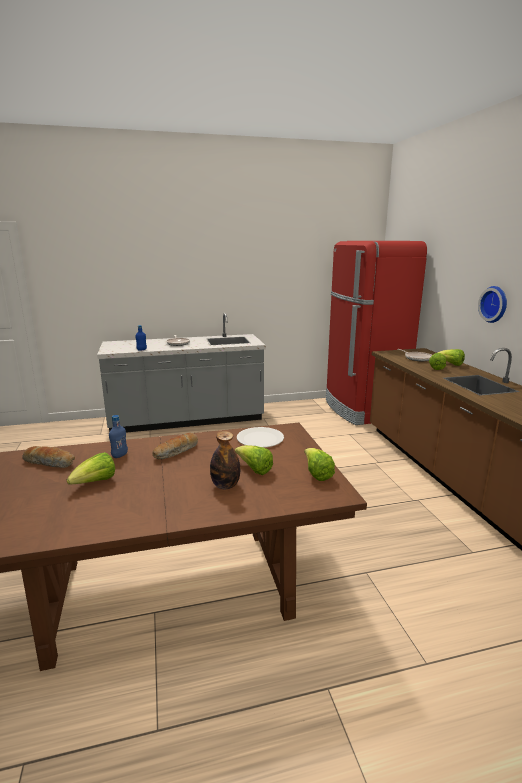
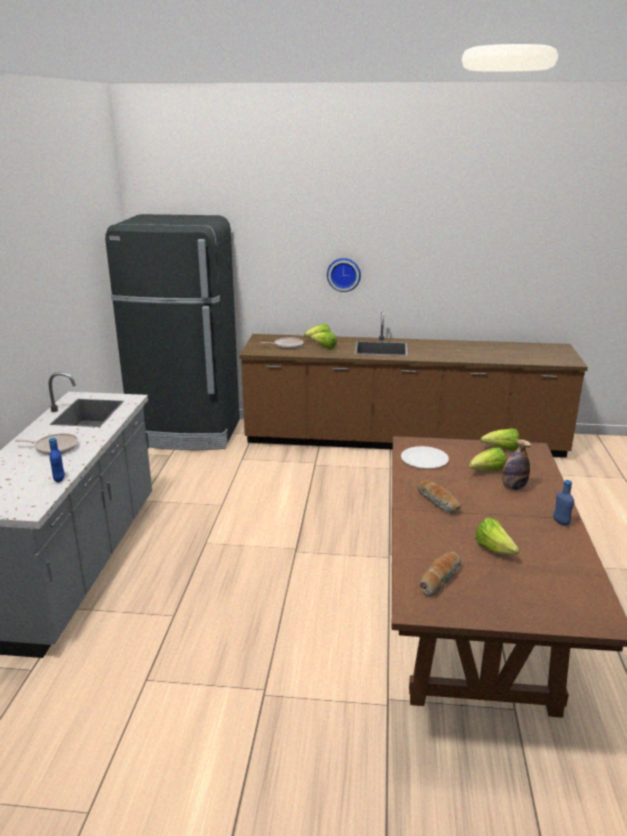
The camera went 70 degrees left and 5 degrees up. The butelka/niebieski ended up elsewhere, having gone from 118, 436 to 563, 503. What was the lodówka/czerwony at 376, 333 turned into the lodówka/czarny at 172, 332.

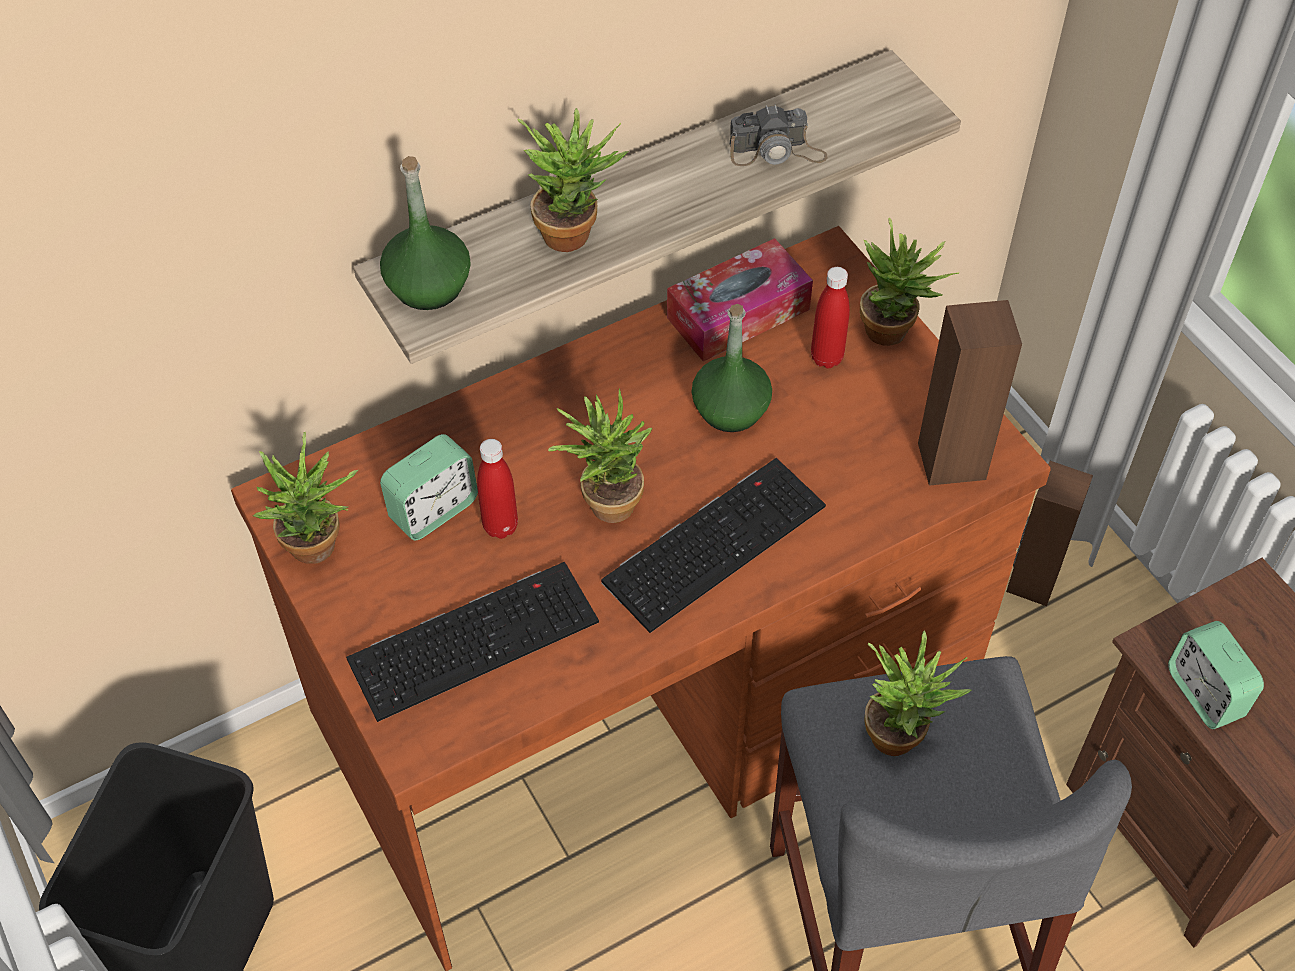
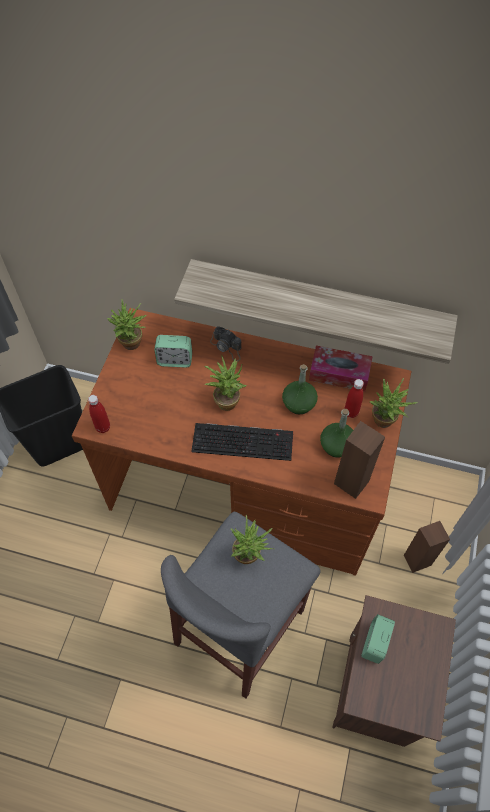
The camera went 45 degrees right and 5 degrees up. The second view lost the klawiatura at 472, 642. The butelka/zielony ended up elsewhere, having gone from 425, 233 to 336, 433. The butelka/czerwony ended up elsewhere, having gone from 497, 489 to 99, 414. The second view lost the roślina doniczkowa at 573, 180. The aparat fotograficzny ended up elsewhere, having gone from 779, 135 to 226, 343.

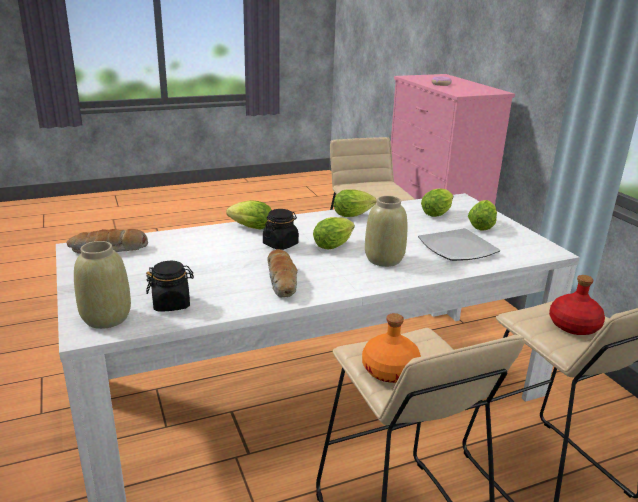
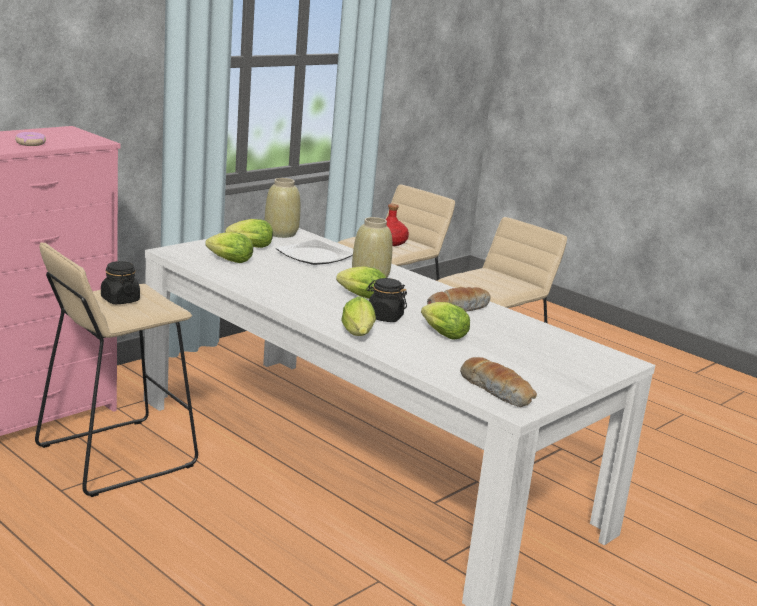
The camera went 115 degrees left and 5 degrees down. The wazon/beżowy ended up elsewhere, having gone from 102, 285 to 282, 208. The słoik/czarny ended up elsewhere, having gone from 170, 286 to 120, 282. The sałata ended up elsewhere, having gone from 355, 203 to 445, 320. The second view lost the butelka/pomarańczowy at 391, 348.

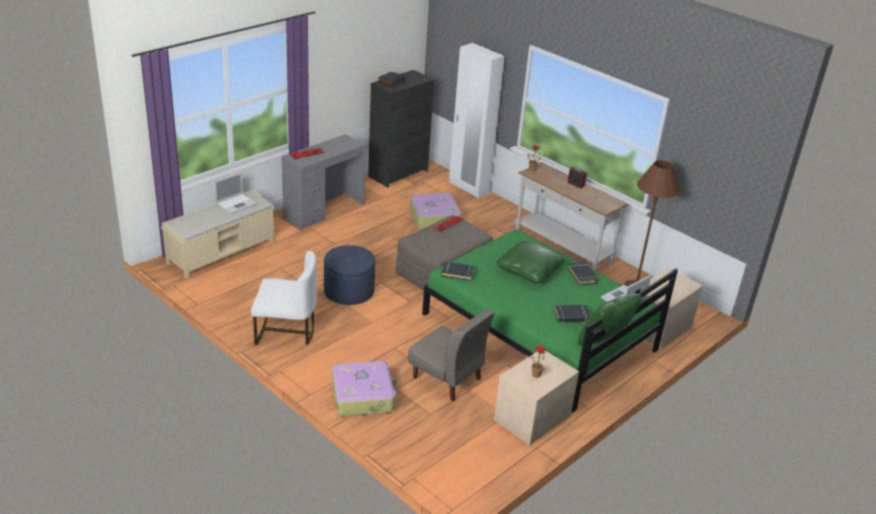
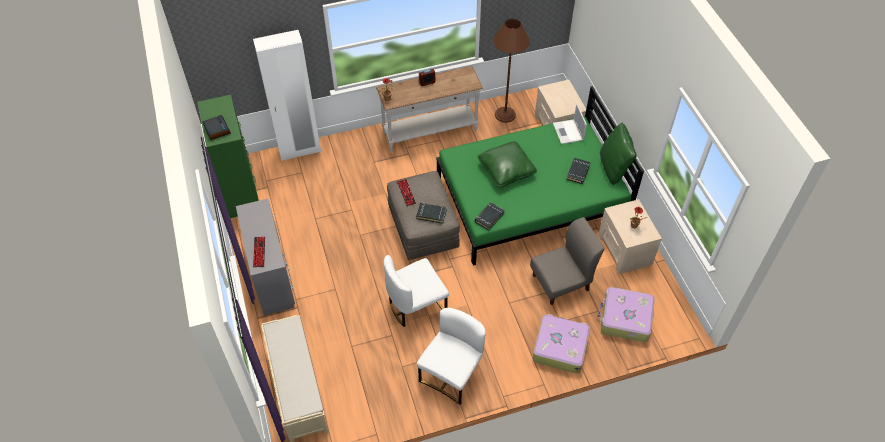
The camera went 60 degrees left and 20 degrees up. The second view lost the laptop at 235, 193. Where the pufa/niebieski stood at 349, 275, the krzesło/biały came to stand at 416, 291. What was the komoda/czarny at 401, 129 turned into the komoda/zielony at 228, 156. The walizka ended up elsewhere, having gone from 435, 211 to 626, 314. The książka/czarny ended up elsewhere, having gone from 583, 273 to 431, 213.

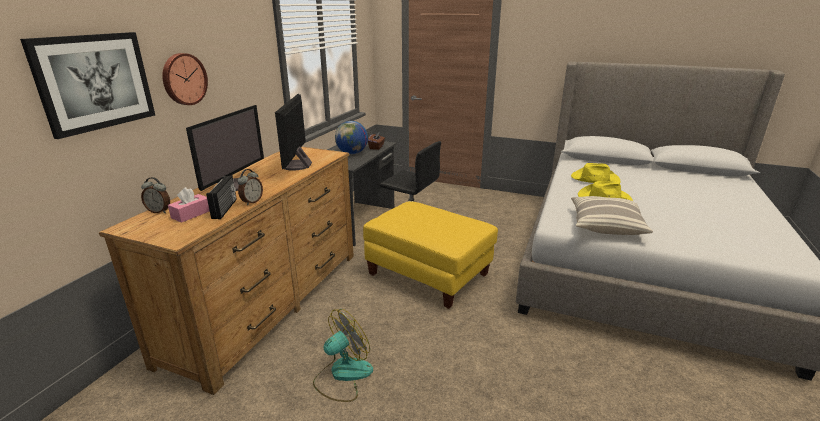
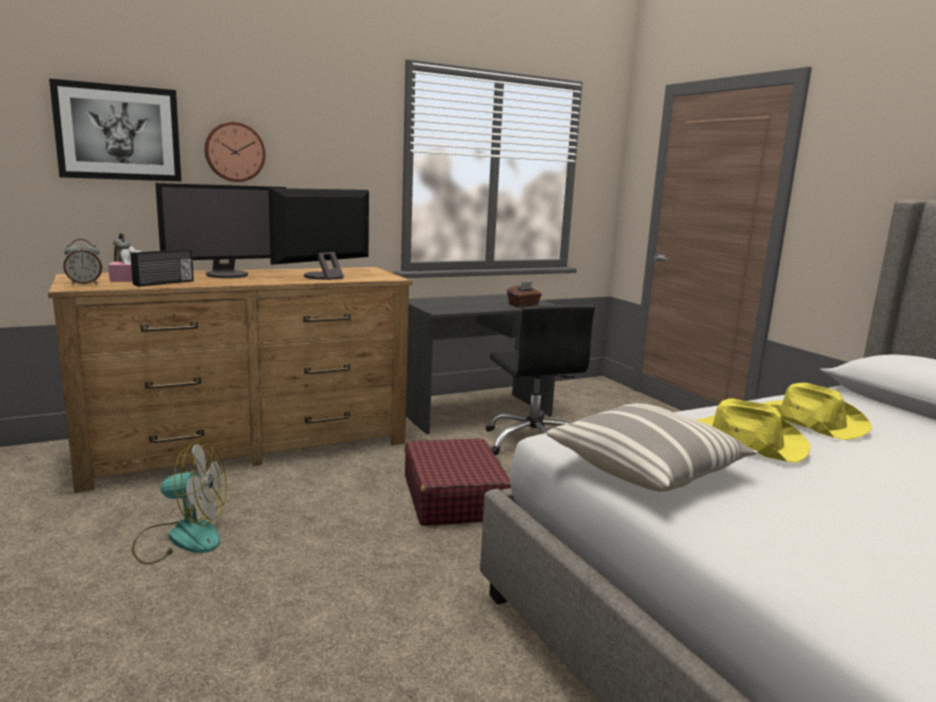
The camera went 40 degrees right and 10 degrees down. The budzik ended up elsewhere, having gone from 250, 187 to 82, 261. The second view lost the globus at 351, 137. Where the pufa/żółty stood at 430, 255, the walizka/czerwony came to stand at 458, 482.

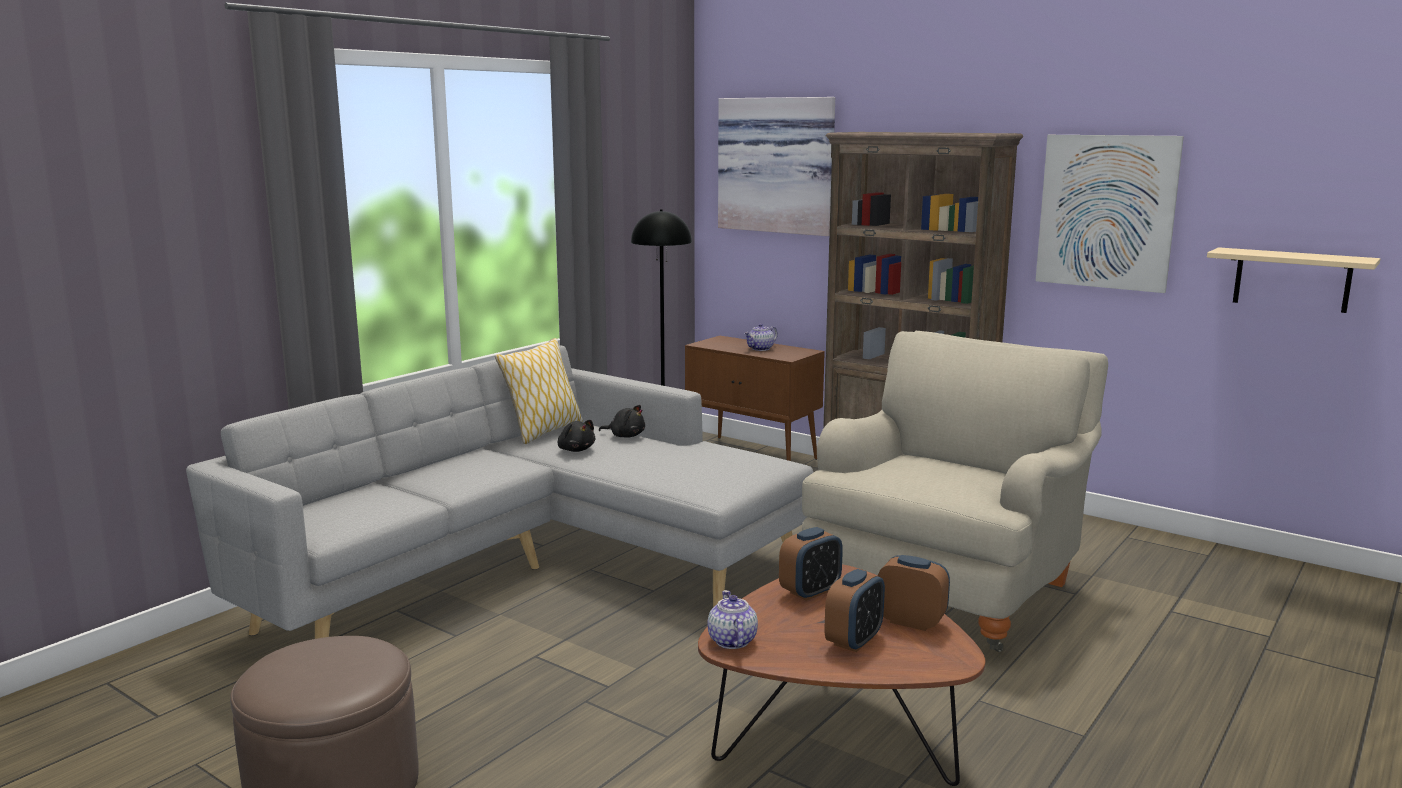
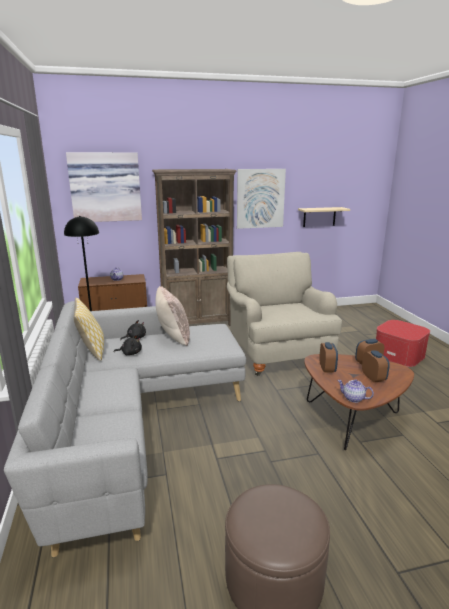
The camera went 50 degrees left and 5 degrees up. The second view gained the poduszka/beżowy at 173, 316. The second view gained the pufa at 403, 343.

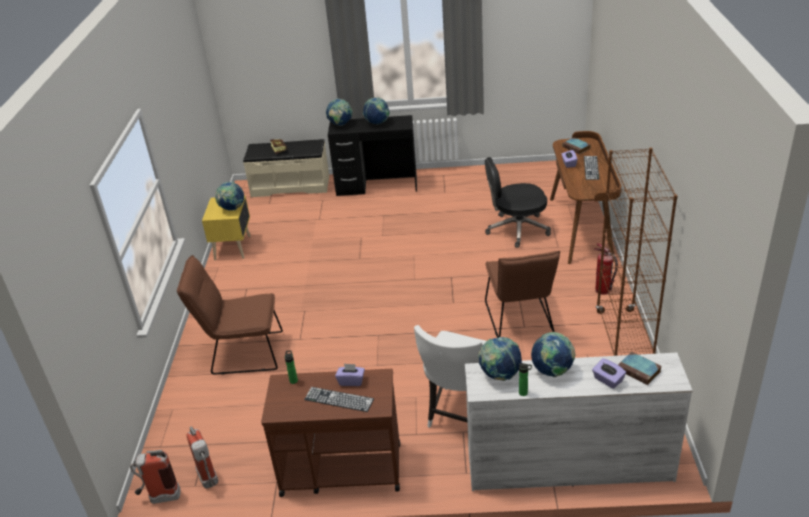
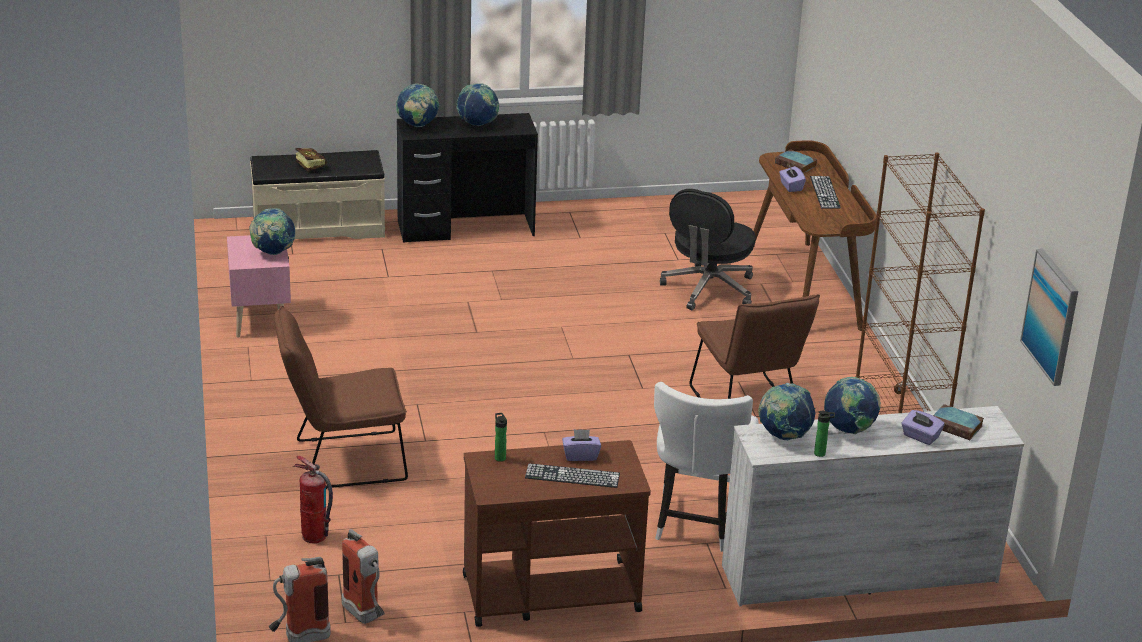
The camera went 15 degrees left and 5 degrees down. What was the szafka nocna/żółty at 226, 228 turned into the szafka nocna/różowy at 259, 286. The krzesło biurowe/czarny at 518, 202 ended up facing another way, 45 degrees counterclockwise from before. The gaśnica ended up elsewhere, having gone from 606, 269 to 313, 499. The second view gained the obraz at 1049, 317.

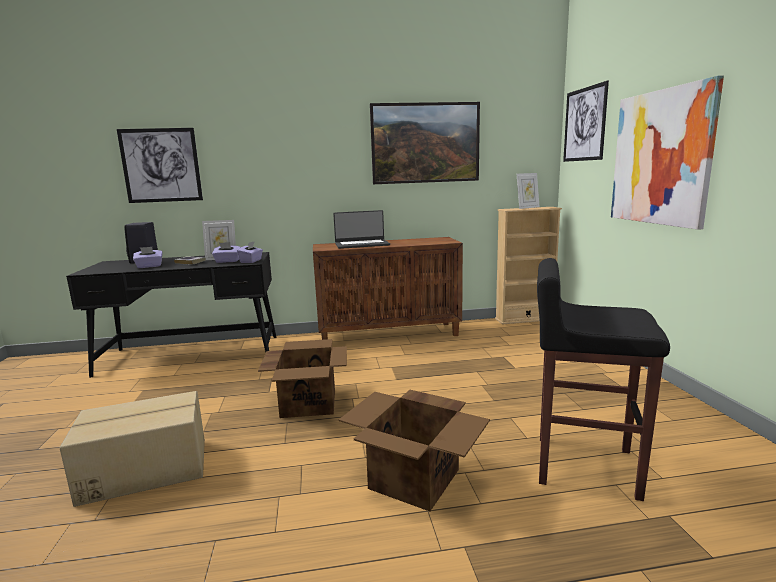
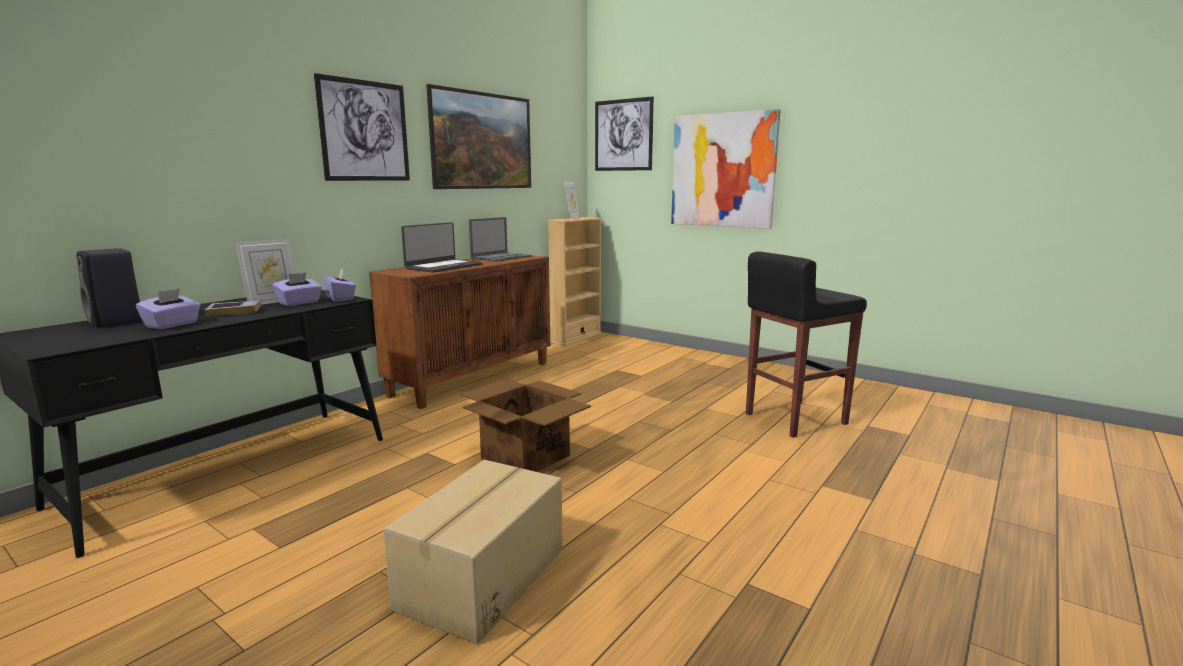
The camera went 45 degrees left and 0 degrees up. The obraz ended up elsewhere, having gone from 160, 165 to 362, 127. The second view lost the karton at 414, 450. The second view gained the laptop at 500, 239.

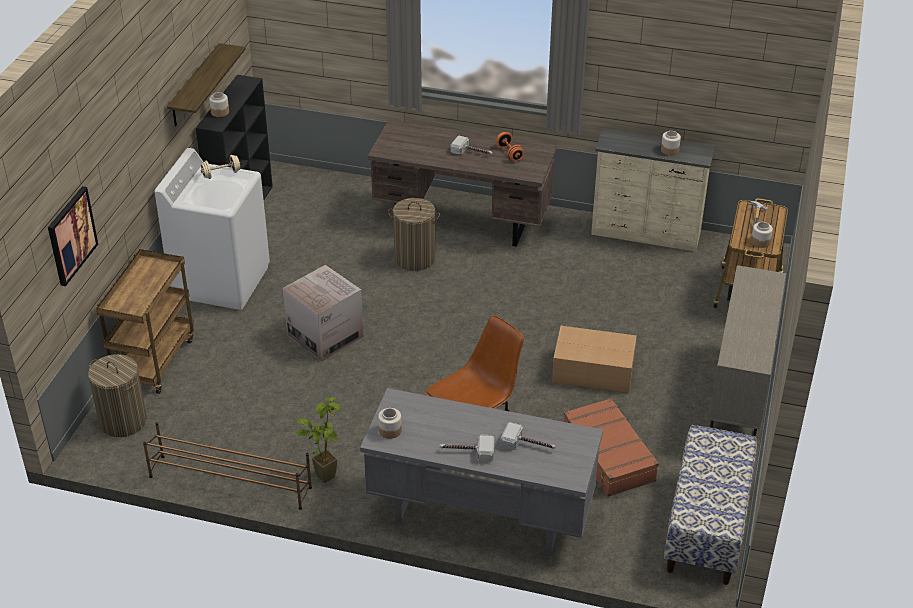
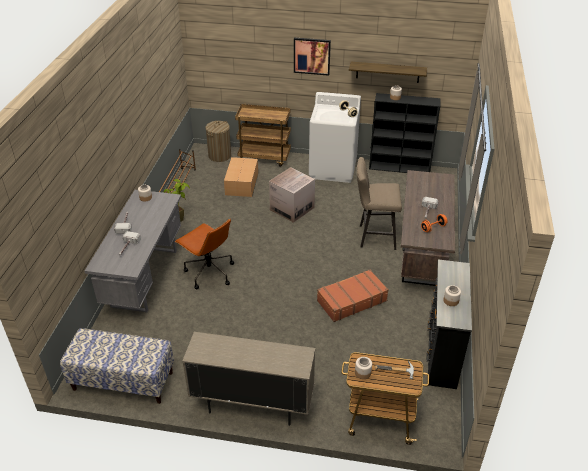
The camera went 85 degrees right and 0 degrees up. The obraz ended up elsewhere, having gone from 73, 236 to 312, 56. Where the kosz na pranie stood at 414, 234, the stołek/beżowy came to stand at 379, 203. The karton ended up elsewhere, having gone from 594, 359 to 241, 177. The walizka/brązowy ended up elsewhere, having gone from 611, 447 to 353, 296. What was the komoda/beżowy at 653, 190 turned into the komoda/czarny at 449, 324.

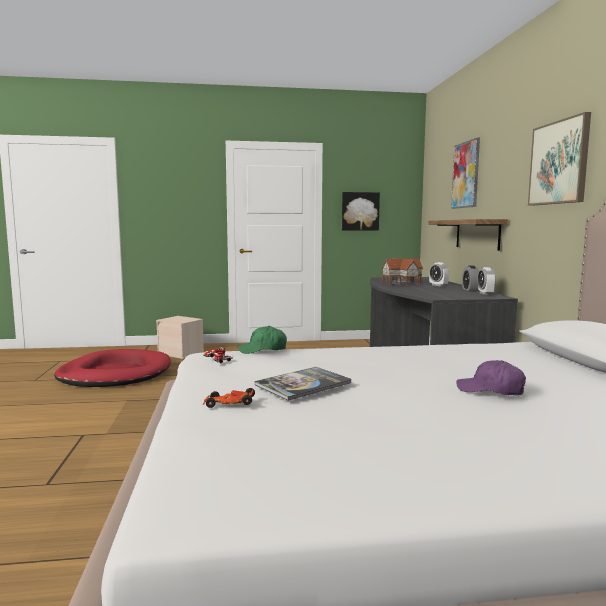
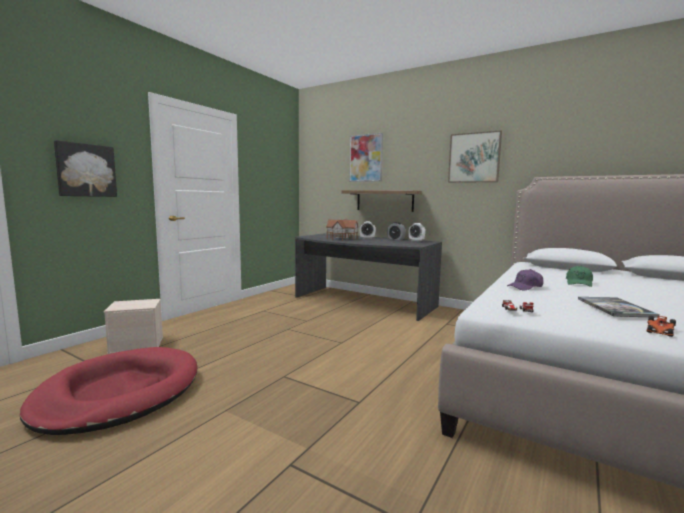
The camera went 50 degrees left and 0 degrees up. The czapka z daszkiem/zielony ended up elsewhere, having gone from 262, 340 to 579, 276. The obraz ended up elsewhere, having gone from 361, 211 to 85, 168. The czapka z daszkiem/fioletowy ended up elsewhere, having gone from 491, 377 to 525, 279.

